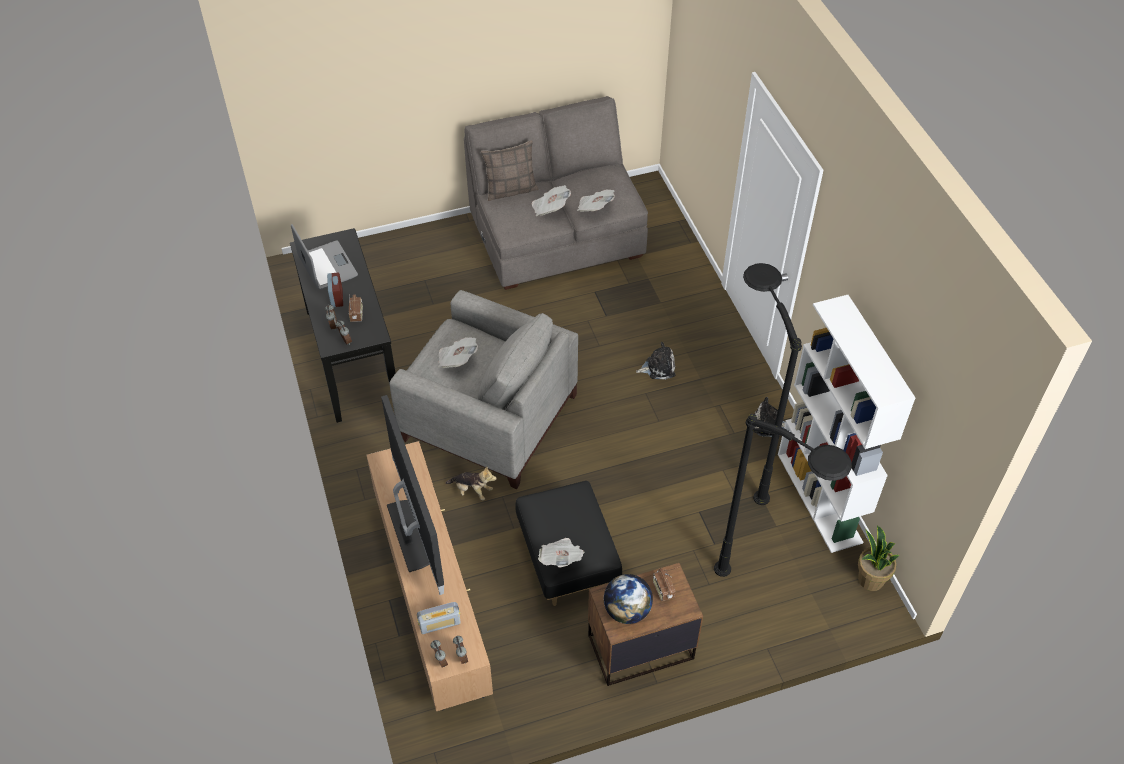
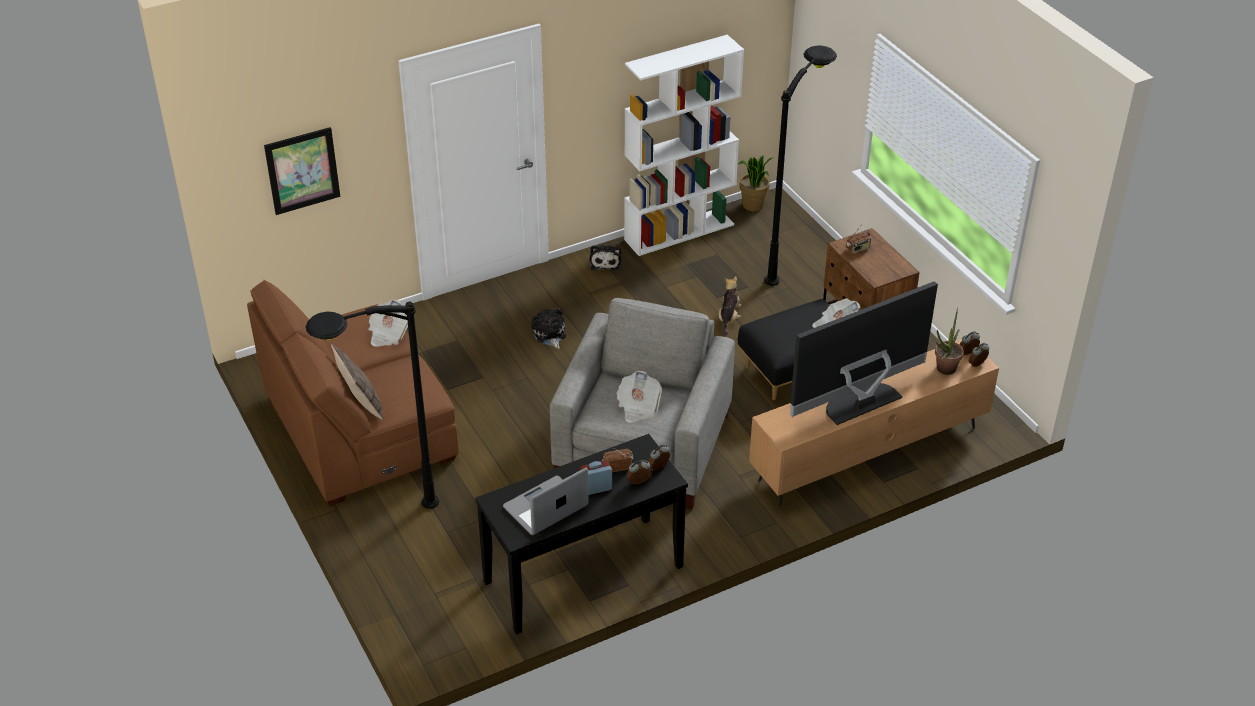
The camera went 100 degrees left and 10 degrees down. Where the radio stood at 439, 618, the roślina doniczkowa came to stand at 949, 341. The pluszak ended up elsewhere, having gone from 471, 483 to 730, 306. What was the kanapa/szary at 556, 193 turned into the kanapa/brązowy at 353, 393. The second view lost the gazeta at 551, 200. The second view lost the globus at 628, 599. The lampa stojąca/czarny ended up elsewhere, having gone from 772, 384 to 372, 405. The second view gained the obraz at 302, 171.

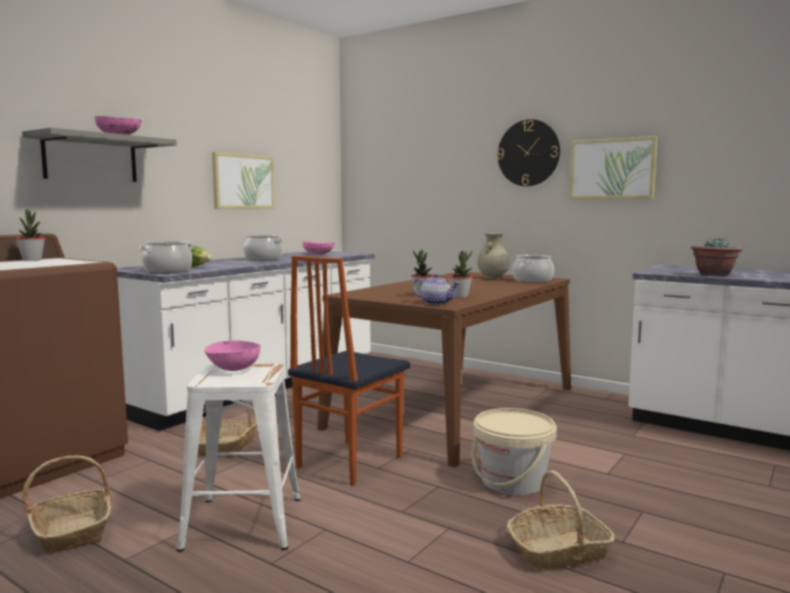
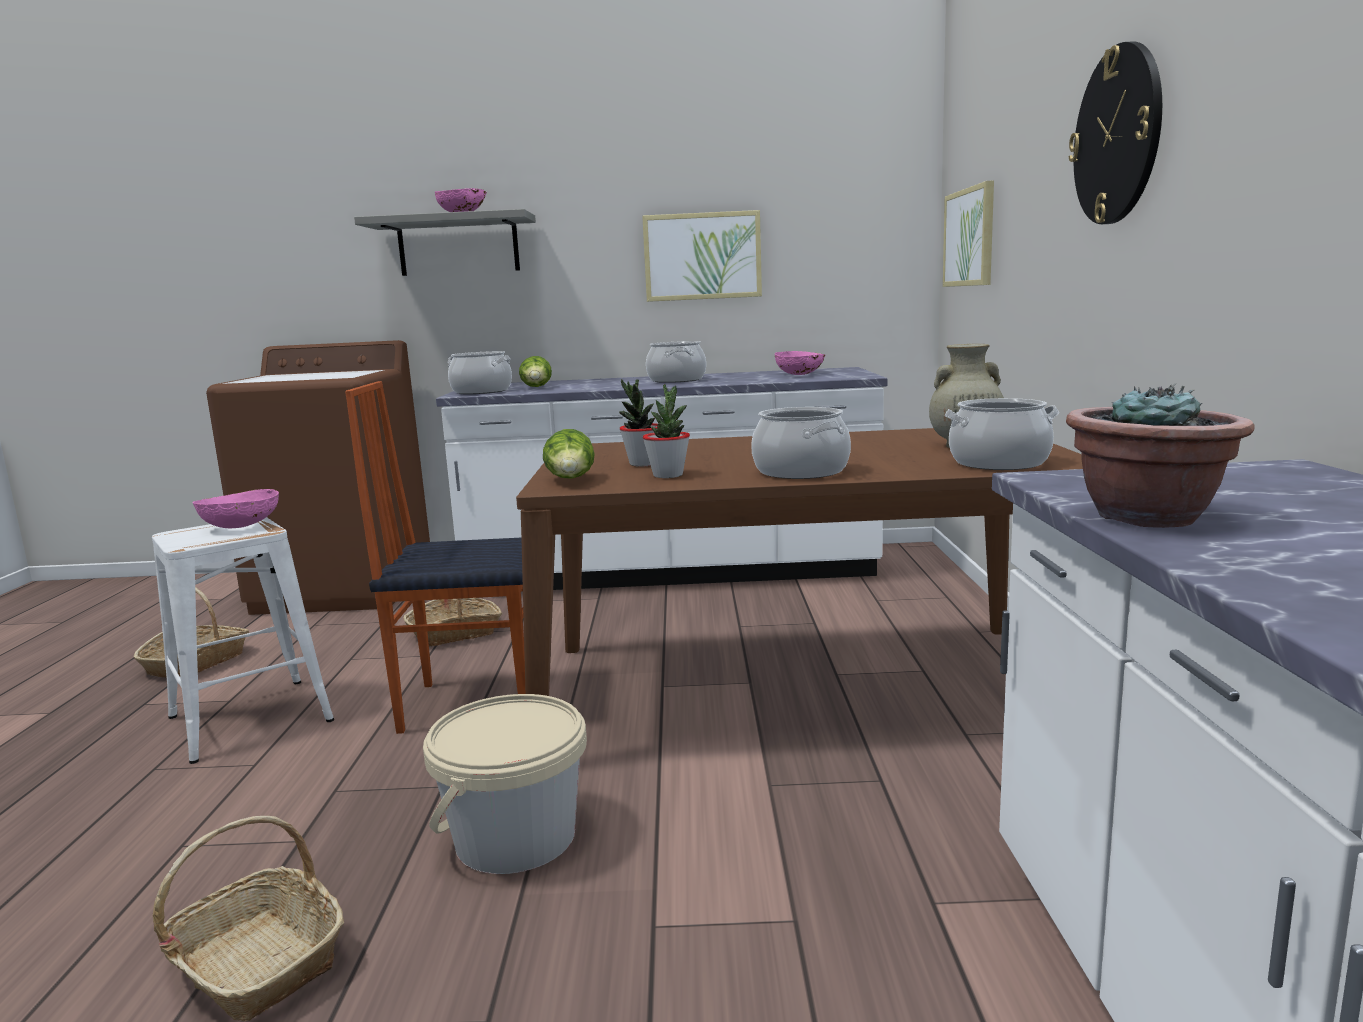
The camera went 55 degrees right and 5 degrees up. The second view lost the roślina doniczkowa at 30, 235. Where the imbryk stood at 436, 289, the sałata came to stand at 569, 454. The obraz ended up elsewhere, having gone from 613, 167 to 968, 233. The second view gained the garnek at 801, 443.

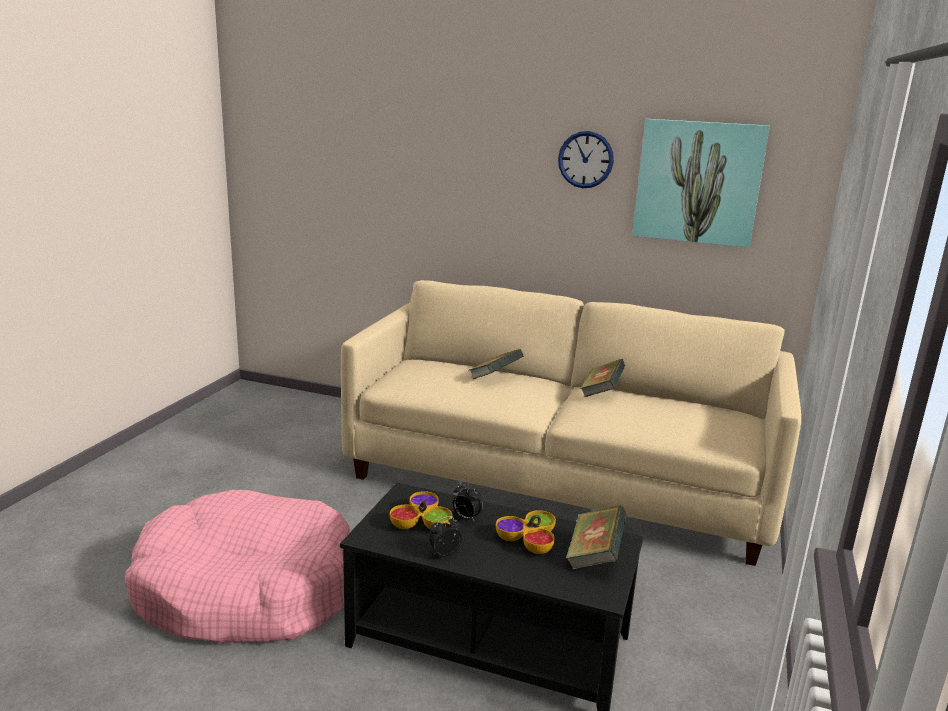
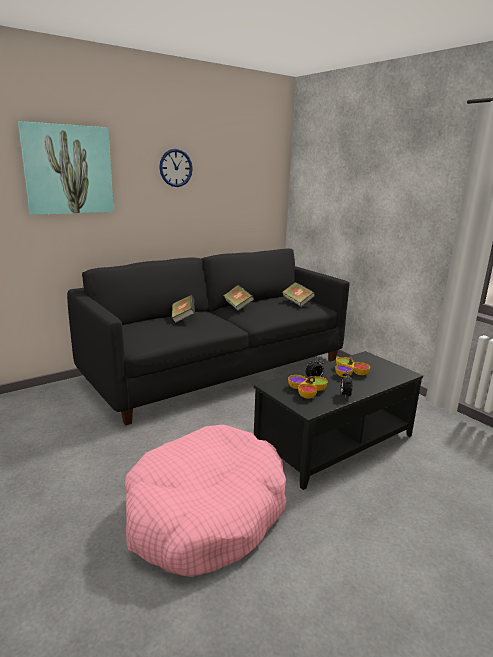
The camera went 55 degrees left and 0 degrees up. What was the kanapa/beżowy at 571, 423 turned into the kanapa/czarny at 208, 337. The książka ended up elsewhere, having gone from 596, 537 to 298, 294. The obraz ended up elsewhere, having gone from 701, 183 to 66, 168.

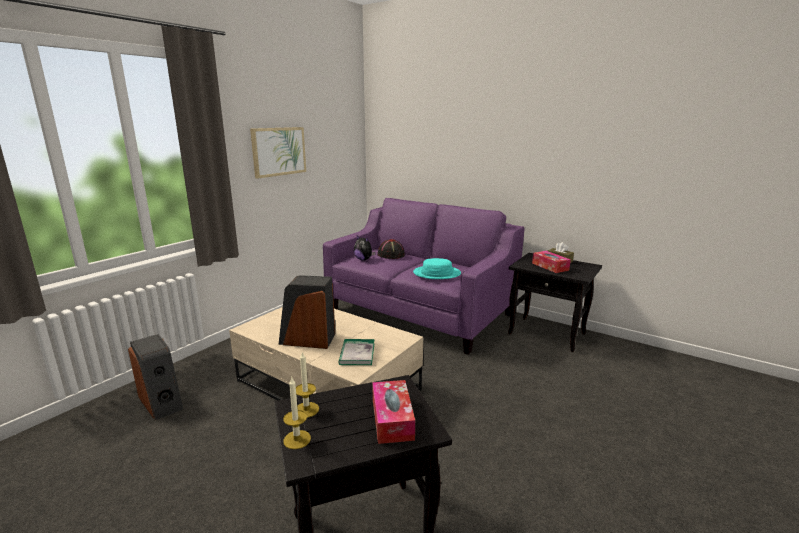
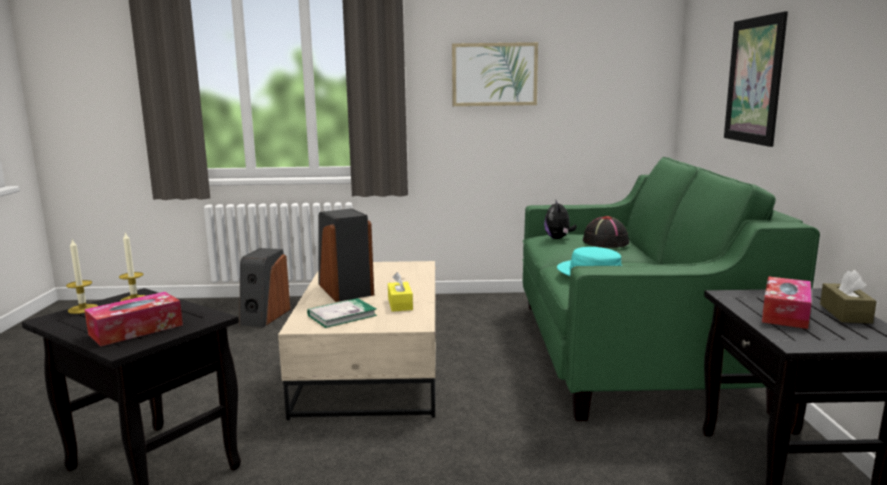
The camera went 55 degrees right and 5 degrees down. What was the kanapa/fioletowy at 424, 276 turned into the kanapa/zielony at 671, 289. The second view gained the pudełko chusteczek/żółty at 400, 292. The second view gained the obraz at 756, 79.

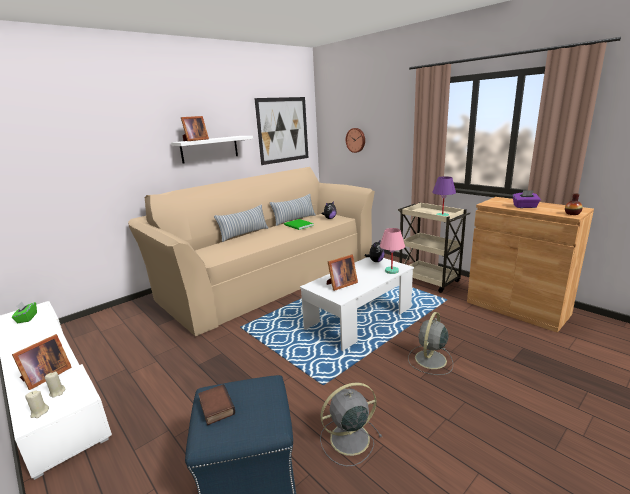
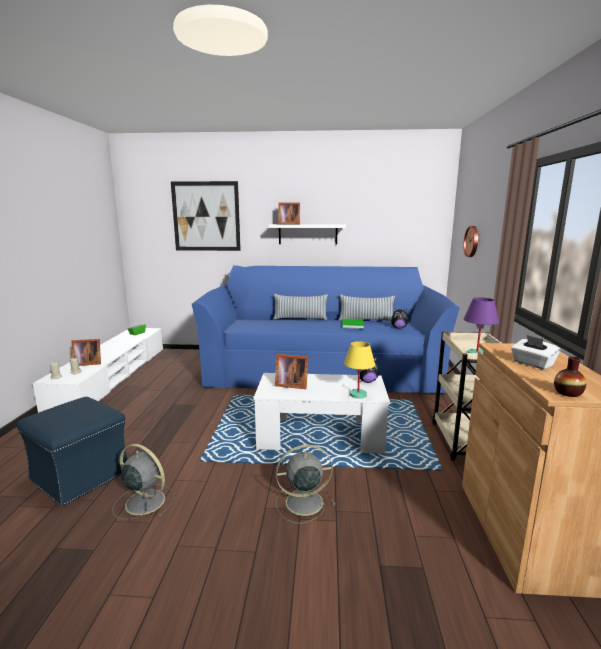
The camera went 45 degrees right and 5 degrees down. What was the kanapa/beżowy at 251, 251 turned into the kanapa/niebieski at 326, 329. The second view lost the książka at 216, 404. The obraz ended up elsewhere, having gone from 281, 131 to 206, 216. What was the lampa stołowa/różowy at 392, 251 turned into the lampa stołowa/żółty at 359, 370. What was the pudełko chusteczek/fioletowy at 527, 199 turned into the pudełko chusteczek/biały at 535, 352.

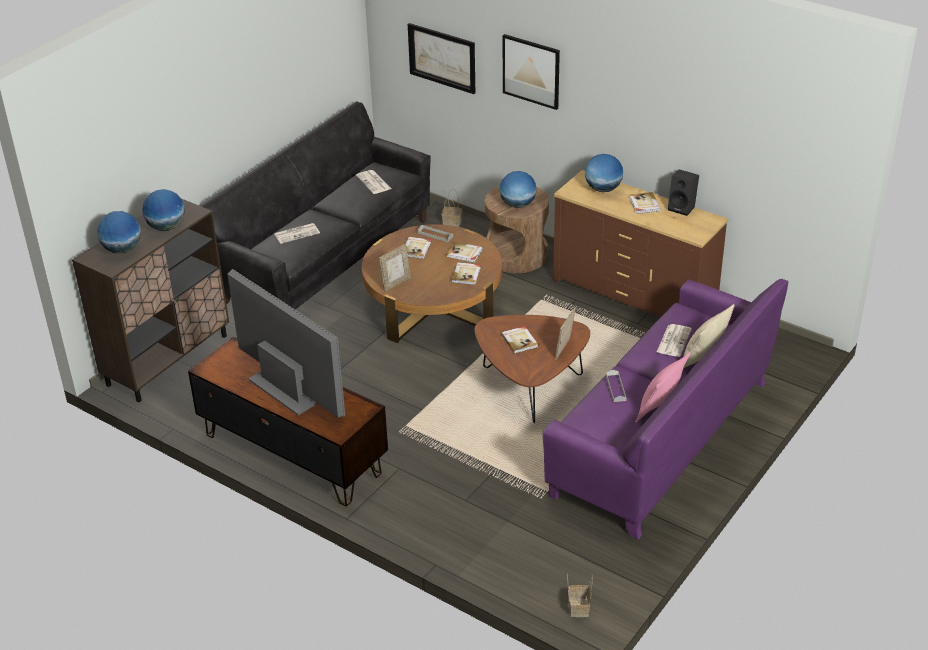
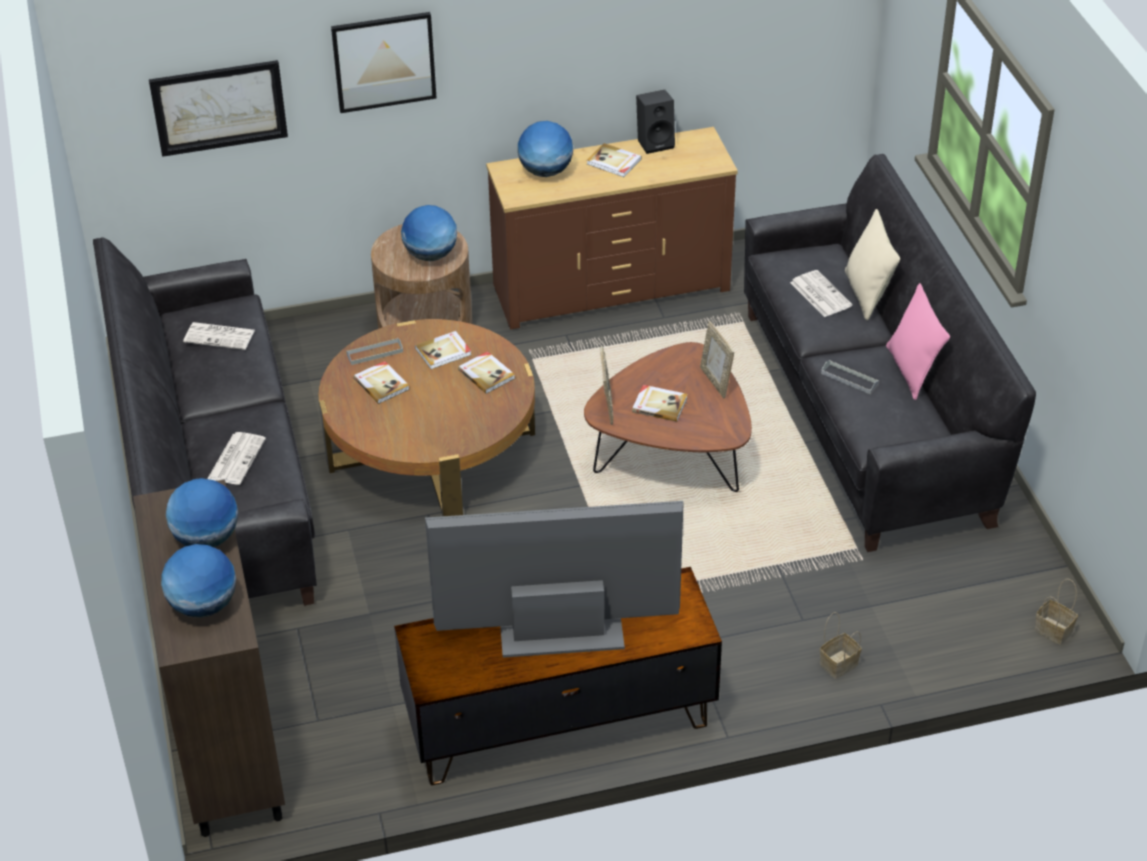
The camera went 50 degrees left and 5 degrees up. The ramka na zdjęcie ended up elsewhere, having gone from 395, 268 to 606, 385. The koszyk ended up elsewhere, having gone from 452, 208 to 840, 645. What was the kanapa/fioletowy at 665, 409 turned into the kanapa/czarny at 890, 353.

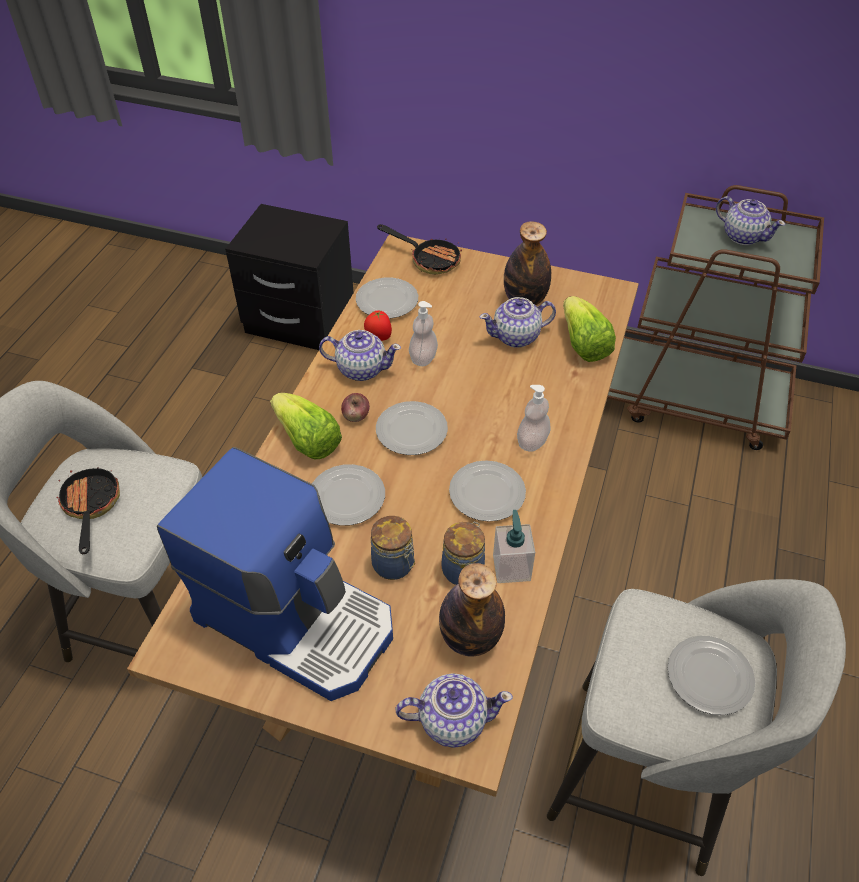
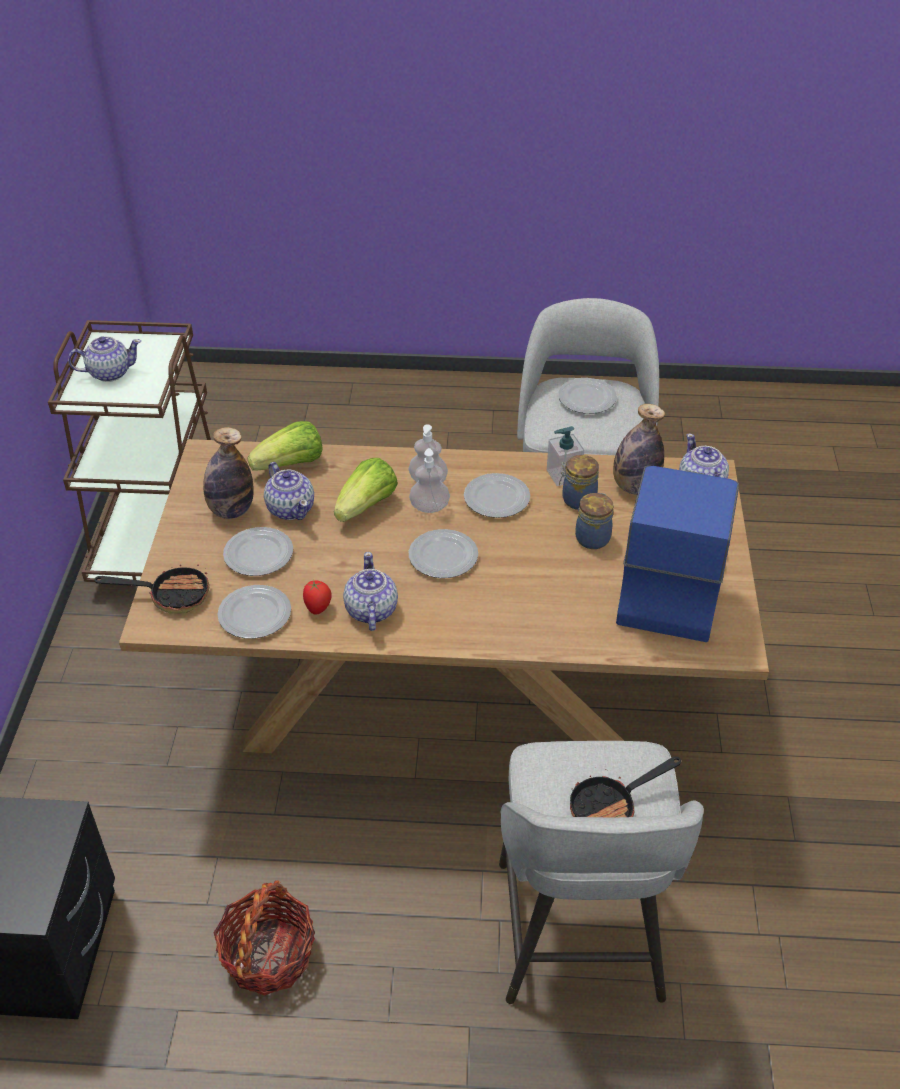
The camera went 105 degrees left and 5 degrees down. The sałata ended up elsewhere, having gone from 306, 426 to 366, 490. The talerz ended up elsewhere, having gone from 348, 495 to 258, 551. The second view lost the jabłko at 355, 407. The patelnia at 419, 249 ended up facing another way, 75 degrees clockwise from before. The dozownik mydła ended up elsewhere, having gone from 423, 333 to 429, 480. The imbryk at 750, 220 ended up facing another way, 45 degrees clockwise from before. The second view gained the koszyk at 264, 938.

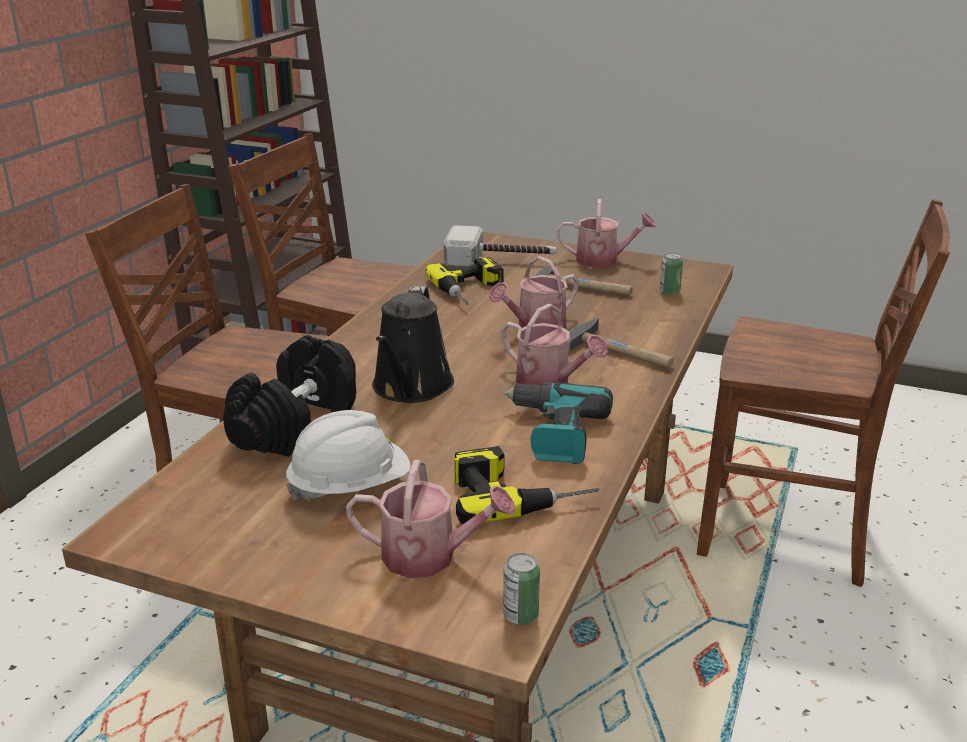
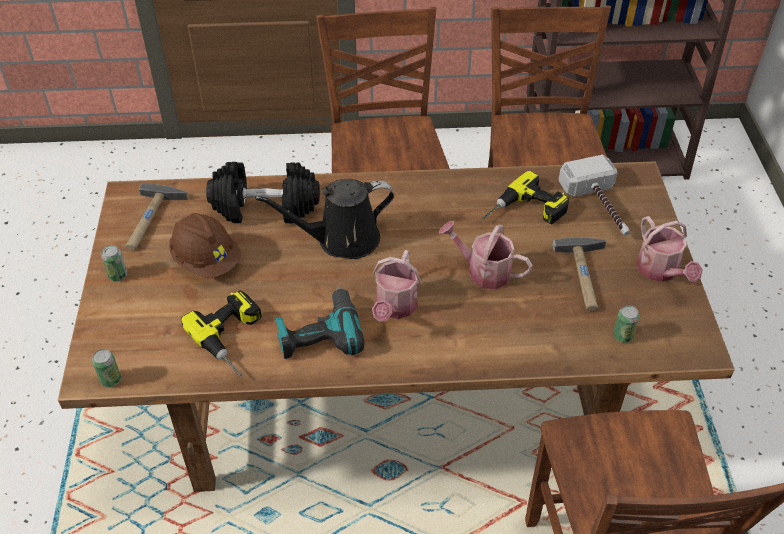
The camera went 65 degrees right and 20 degrees up. What was the kask/biały at 348, 455 turned into the kask/brązowy at 205, 245. The second view lost the konewka at 431, 519. The młotek ended up elsewhere, having gone from 621, 343 to 157, 217. The second view gained the puszka at 114, 263.

